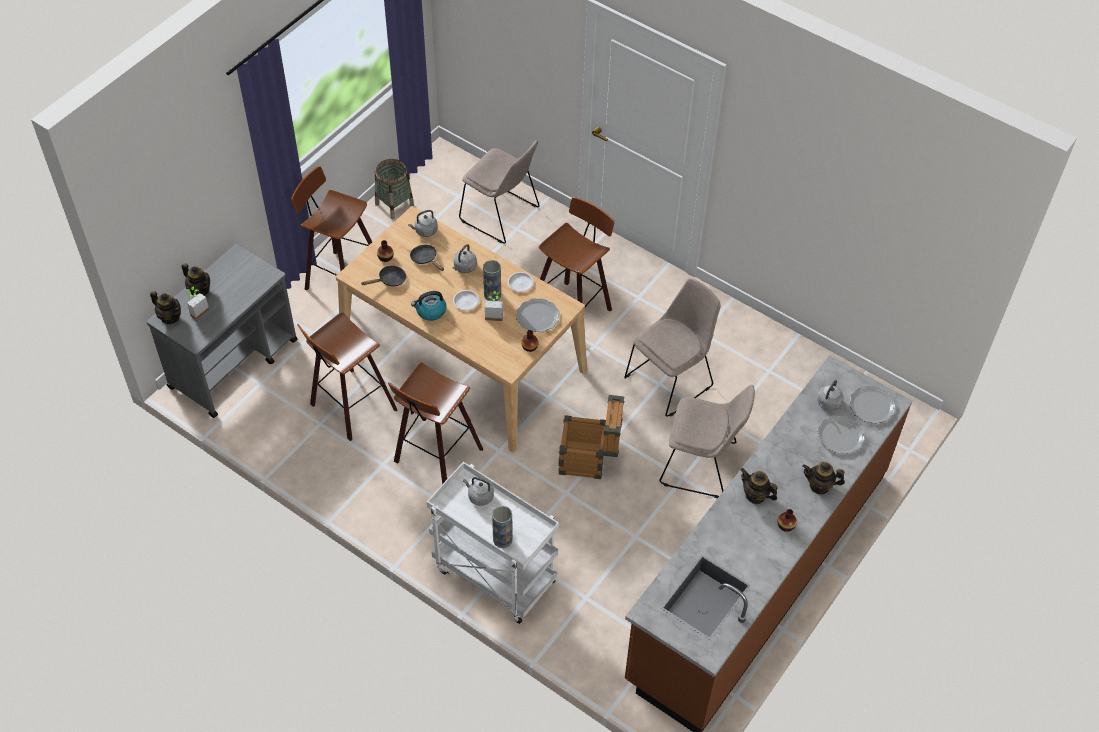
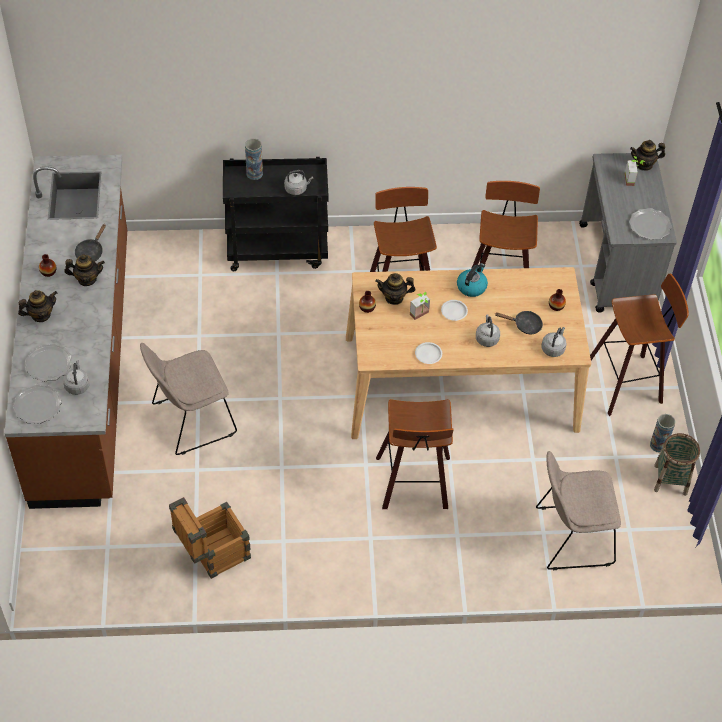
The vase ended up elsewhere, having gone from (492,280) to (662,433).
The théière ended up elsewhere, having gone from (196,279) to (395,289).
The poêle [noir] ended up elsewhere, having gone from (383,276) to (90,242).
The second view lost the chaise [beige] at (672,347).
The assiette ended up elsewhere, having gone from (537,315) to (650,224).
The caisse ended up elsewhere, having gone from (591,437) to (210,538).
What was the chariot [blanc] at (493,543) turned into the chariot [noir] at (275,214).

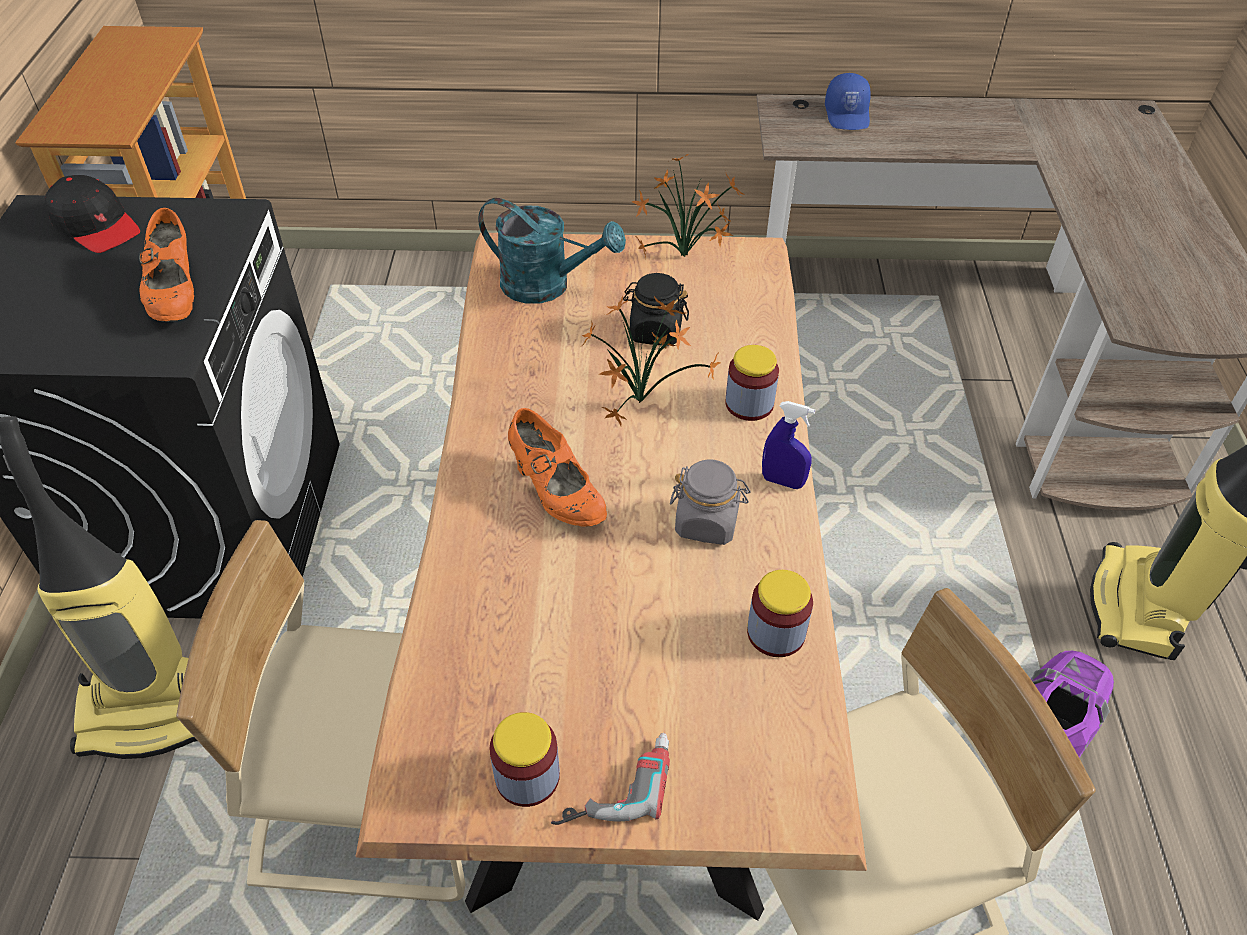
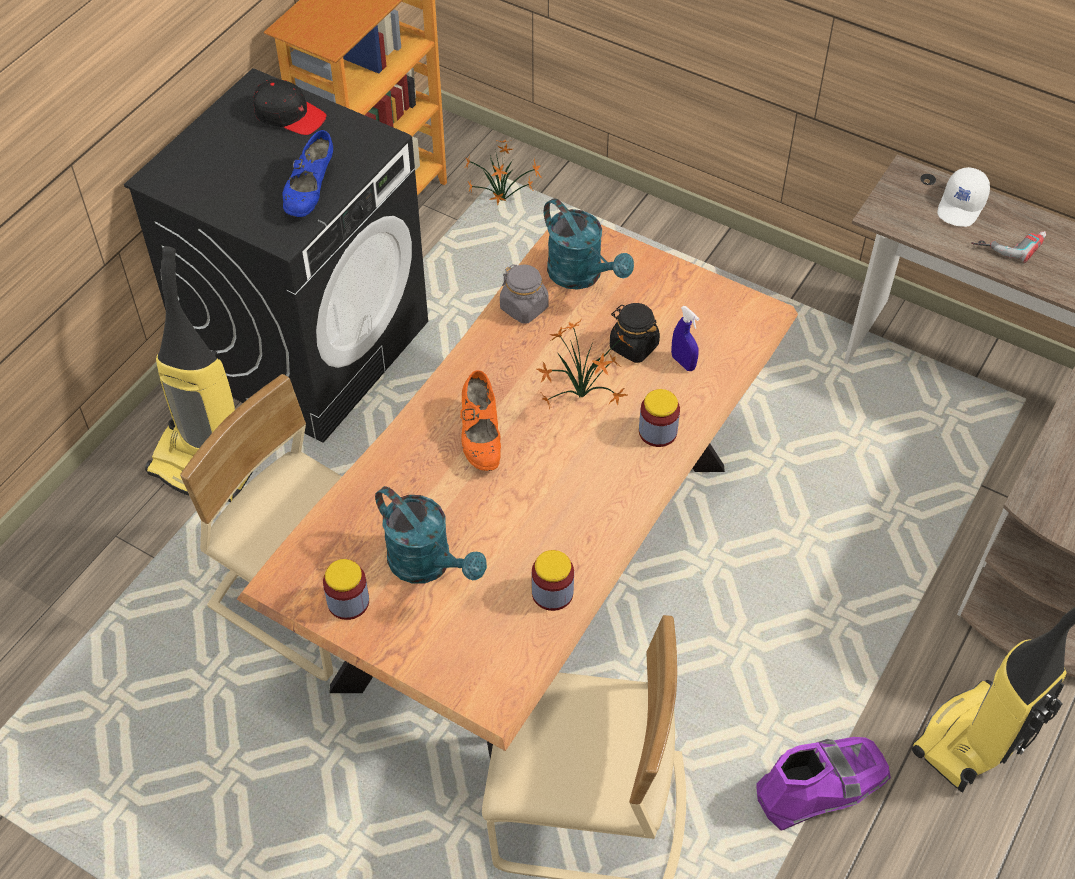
What was the casquette [bleu] at (848,101) turned into the casquette [blanc] at (963,197).
The plante en pot ended up elsewhere, having gone from (687,207) to (503,172).
The casquette [noir] at (92,214) ended up facing another way, 45 degrees counterclockwise from before.
What was the chaussure [orange] at (166,265) turned into the chaussure [bleu] at (307,173).
The vaporisateur [bleu] ended up elsewhere, having gone from (788,445) to (685,338).
The bocal [gris] ended up elsewhere, having gone from (710,502) to (524,294).
The perceuse ended up elsewhere, having gone from (610,779) to (1008,247).
The second view gained the arrosoir [turquoise] at (431,535).

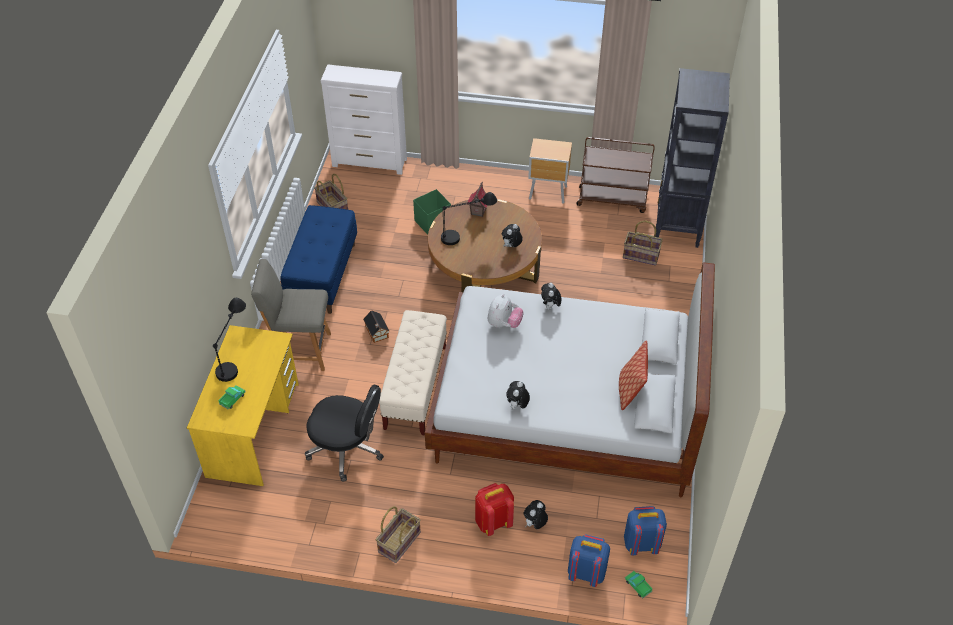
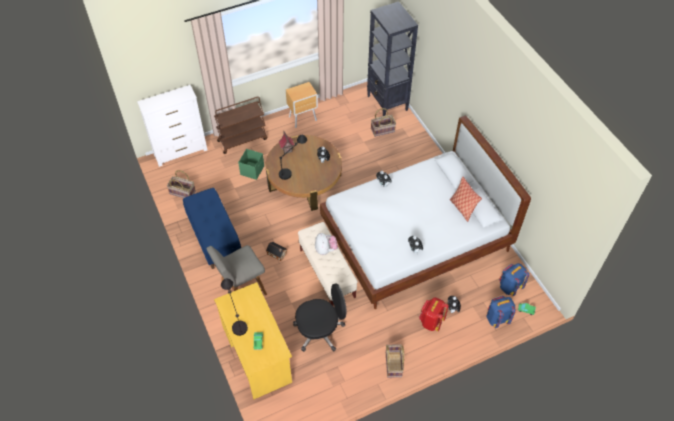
The chariot [marron] ended up elsewhere, having gone from (615,175) to (240,125).
The peluche ended up elsewhere, having gone from (506,311) to (326,244).

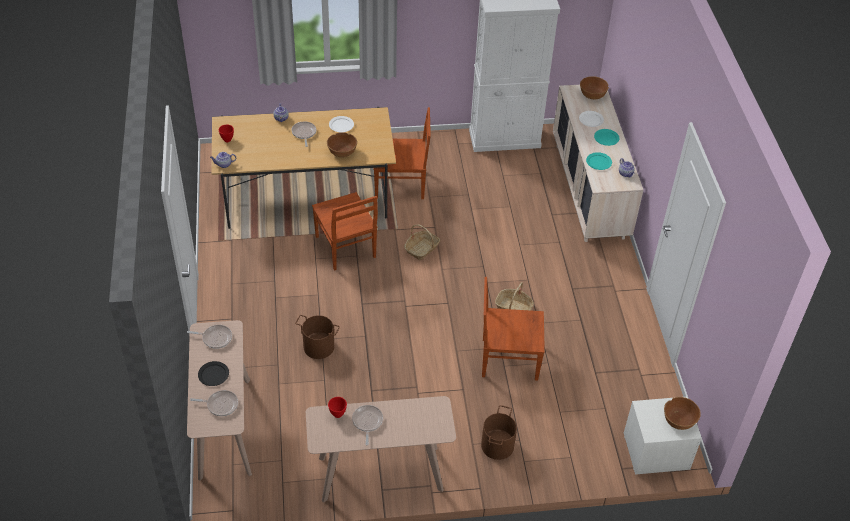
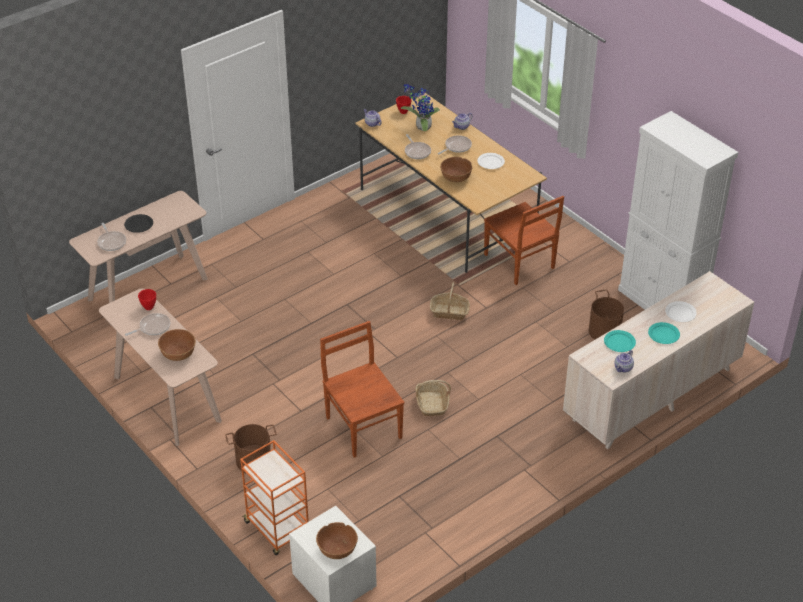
The bol [marron] ended up elsewhere, having gone from (594,88) to (177,345).
The second view lost the chaise [marron] at (345,231).
The seau [marron] ended up elsewhere, having gone from (317,337) to (606,314).
The poêle ended up elsewhere, having gone from (209,337) to (418,146).
The second view gained the plante en pot at (420,107).
The second view gained the chariot [orange] at (274,497).

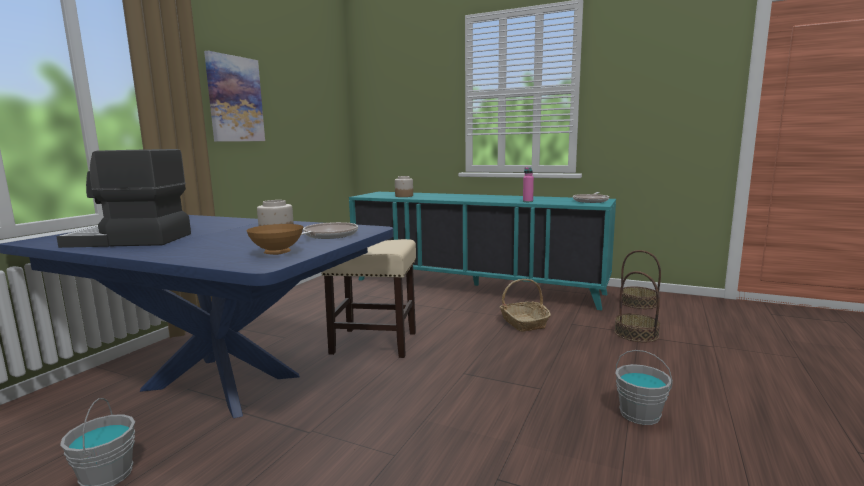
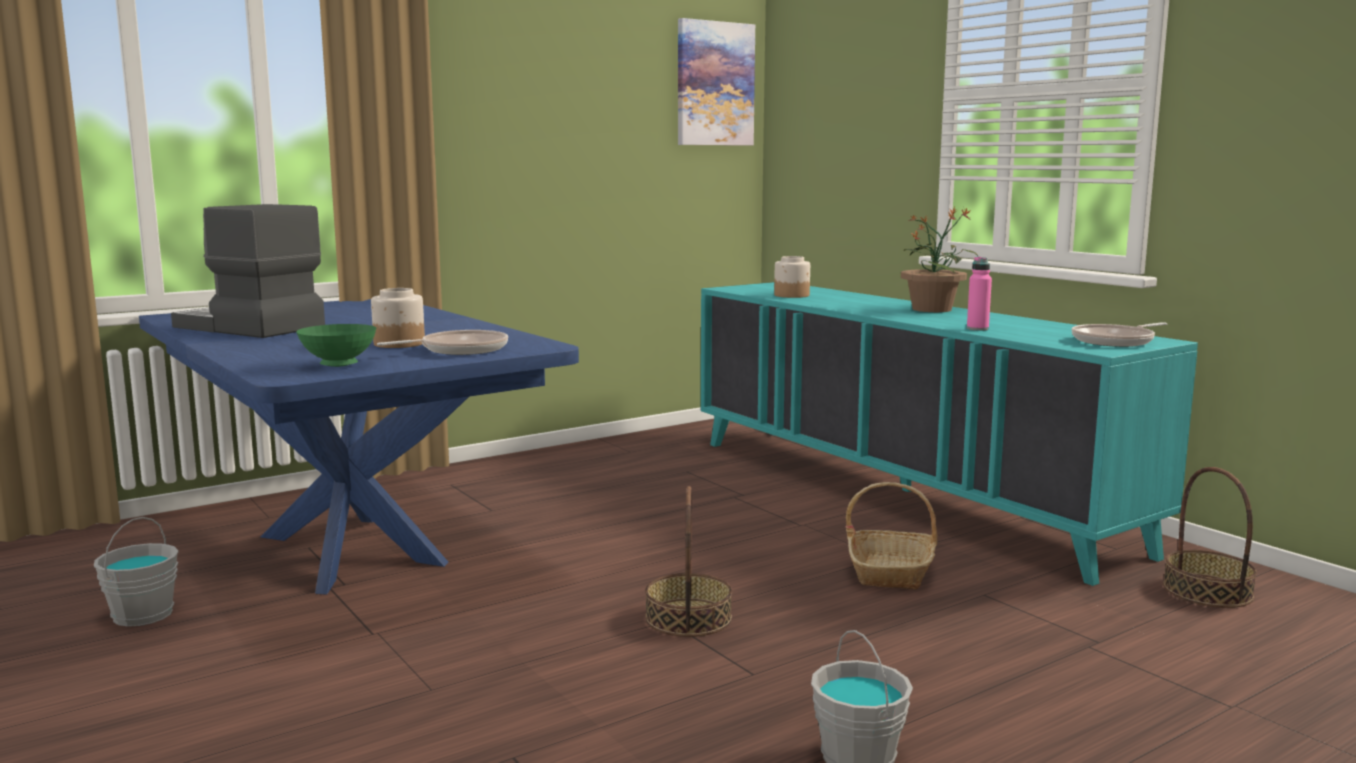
The tableau ended up elsewhere, having gone from (234,96) to (716,82).
What was the bol [marron] at (275,239) turned into the bol [vert] at (336,345).
The second view lost the tabouret [beige] at (368,298).
The panier ended up elsewhere, having gone from (637,306) to (688,561).
The second view gained the plante en pot at (939,259).

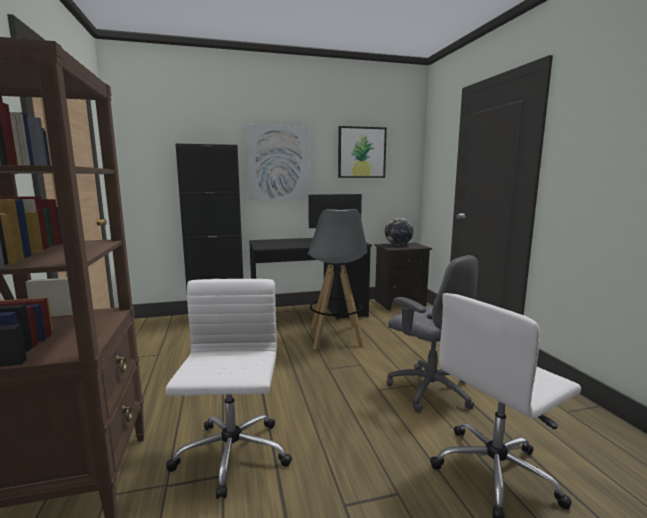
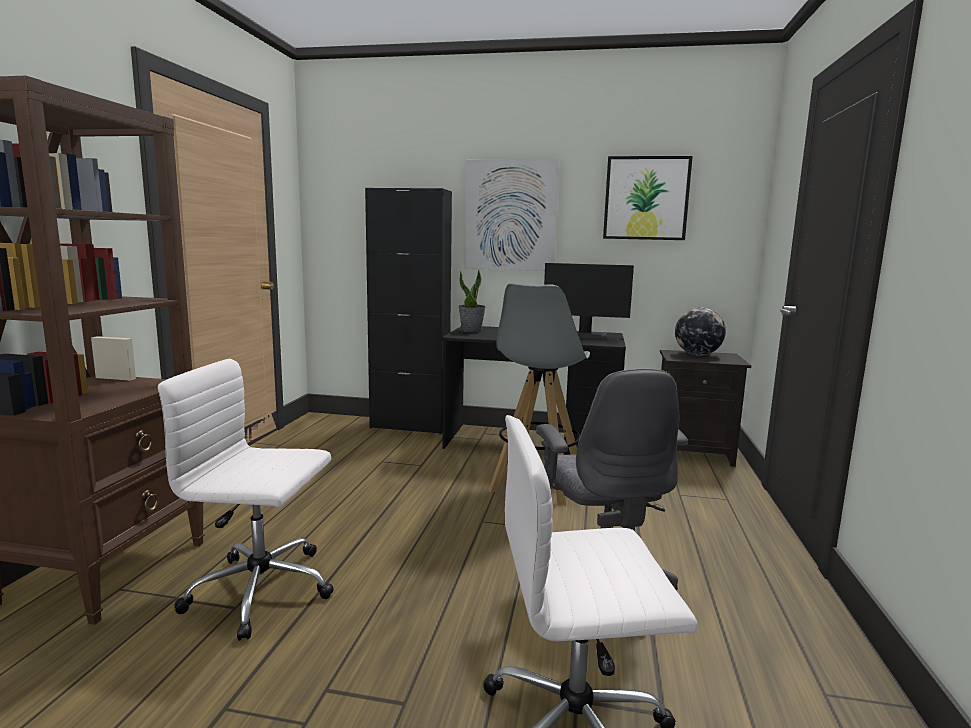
The chaise de bureau [blanc] at (228,389) ended up facing another way, 105 degrees counterclockwise from before.
The second view gained the plante en pot at (472,301).

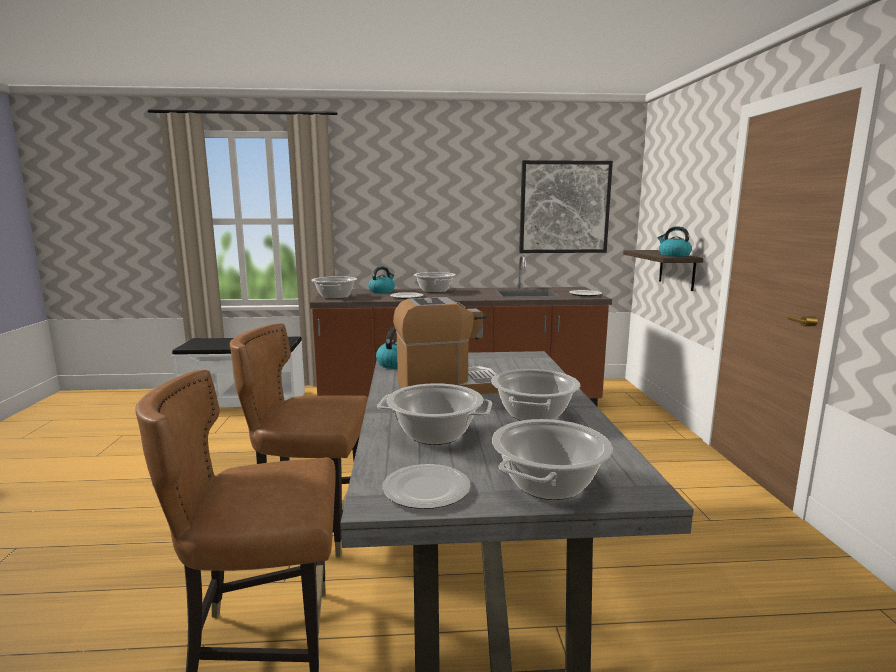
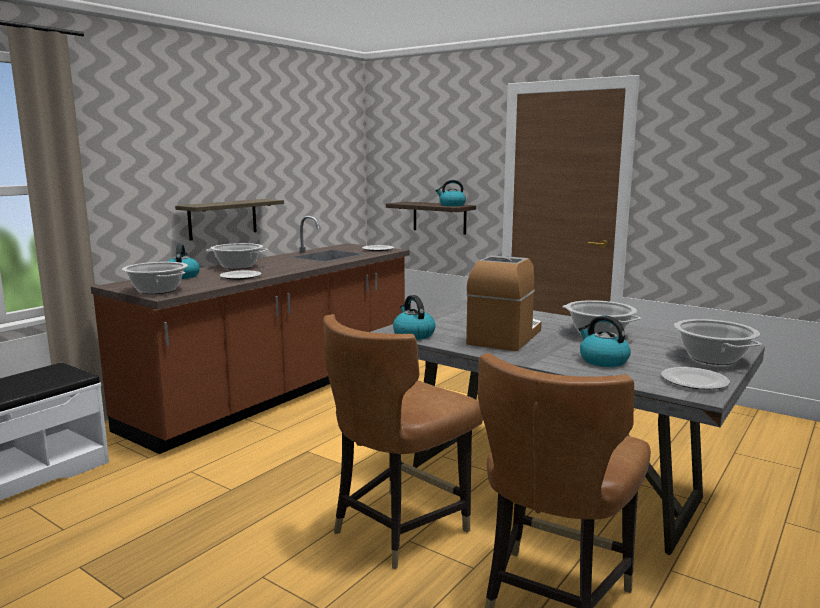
The second view lost the tableau at (566,206).
Where the marmite stood at (434,414), the bouilloire came to stand at (605,341).
The second view gained the étagère at (229,219).

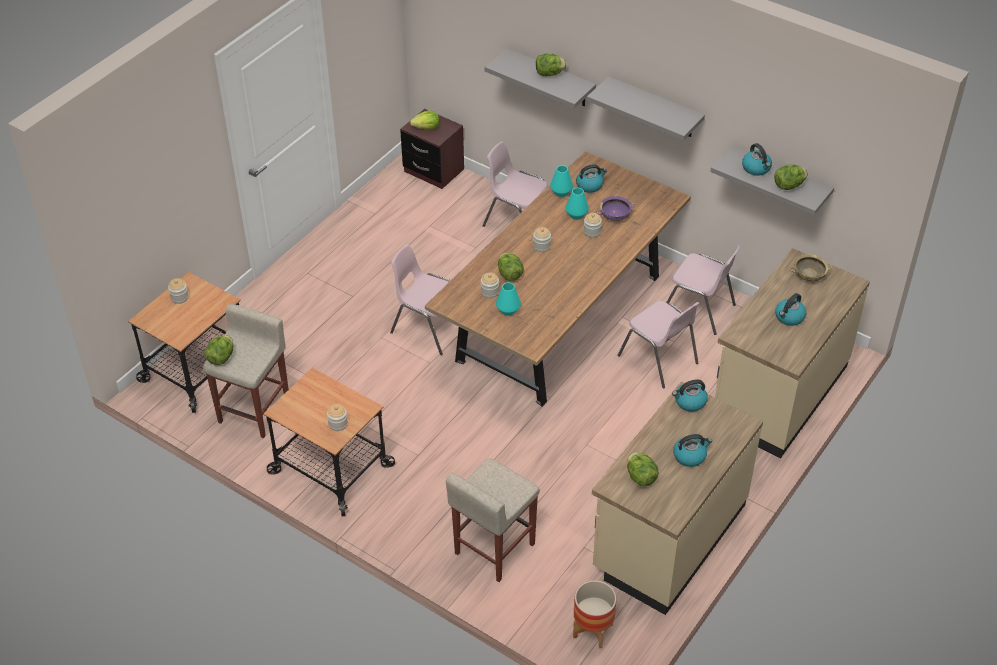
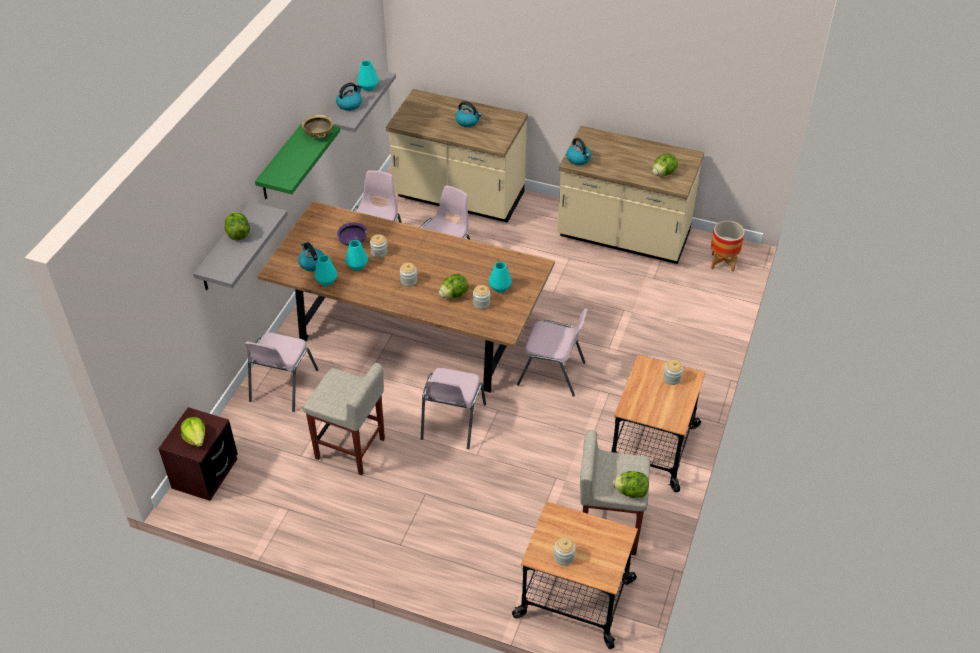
What was the étagère [gris] at (646,108) turned into the étagère [vert] at (297,161).
Where the laitue stood at (791,177), the vase [turquoise] came to stand at (368,76).
The bol [beige] ended up elsewhere, having gone from (811,267) to (317,126).
The second view lost the bouilloire at (692,450).
The tabouret [beige] ended up elsewhere, having gone from (493,520) to (344,419).
The second view gained the chaise [rose] at (552,352).

